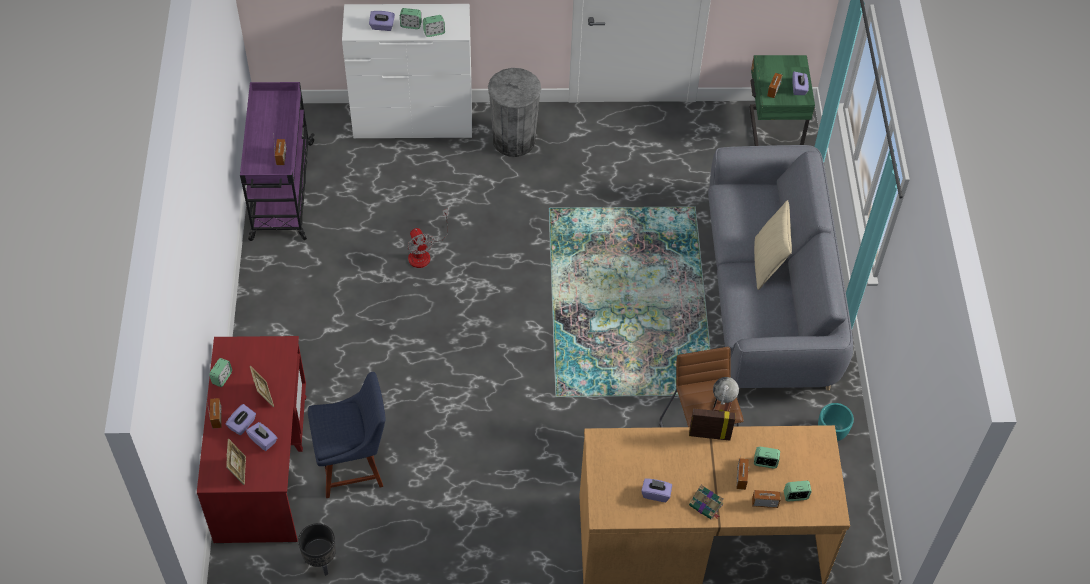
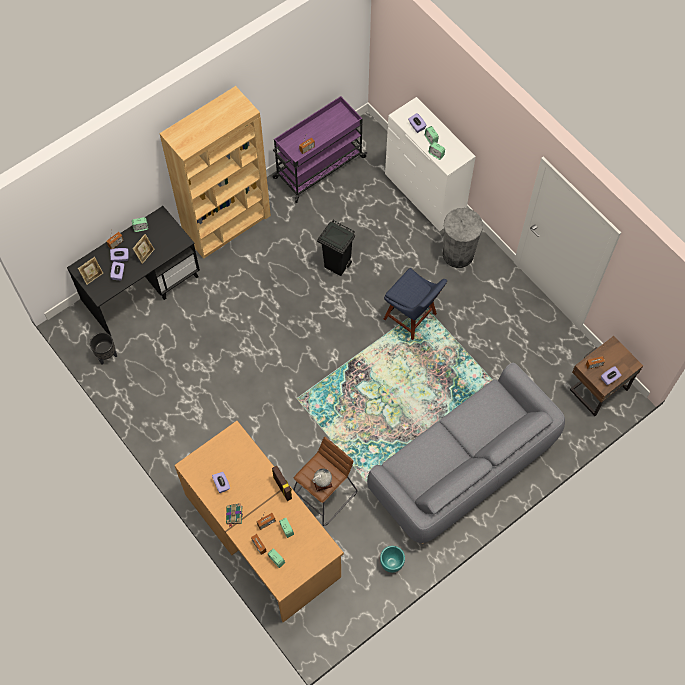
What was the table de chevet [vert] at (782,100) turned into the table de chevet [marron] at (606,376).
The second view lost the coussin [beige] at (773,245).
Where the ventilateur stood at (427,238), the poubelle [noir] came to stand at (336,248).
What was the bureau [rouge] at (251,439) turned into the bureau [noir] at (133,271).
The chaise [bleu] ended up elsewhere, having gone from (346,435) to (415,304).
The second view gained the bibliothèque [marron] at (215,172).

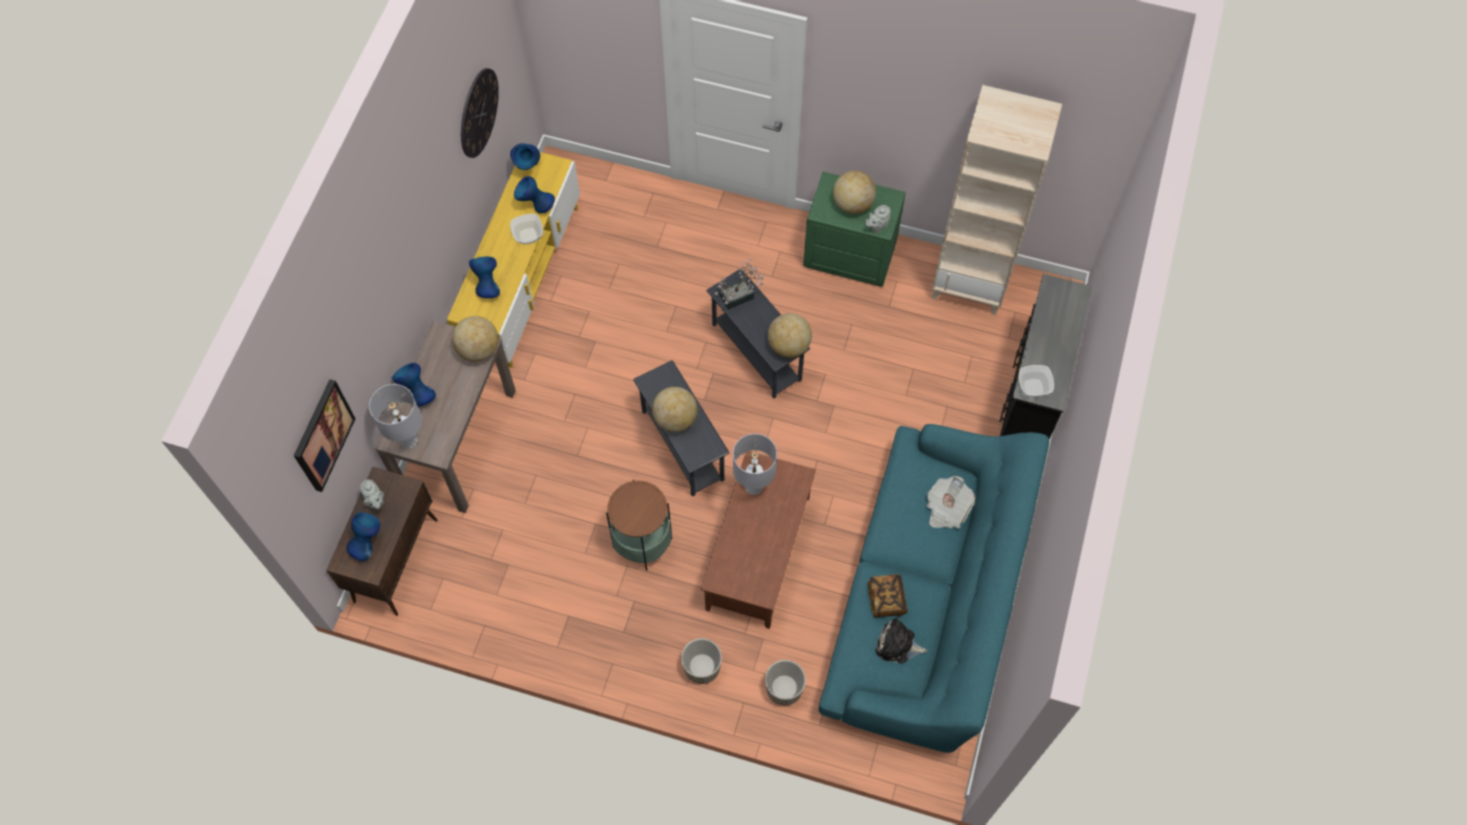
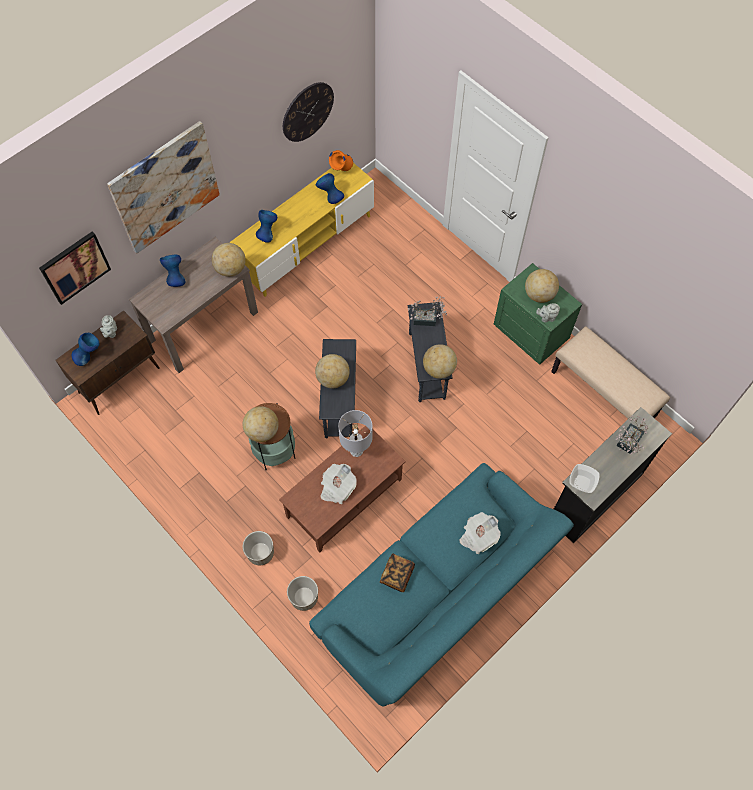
Where the bibliothèque [beige] stood at (996,200), the banc [beige] came to stand at (610,372).
What was the vase [bleu] at (525,156) turned into the vase [orange] at (341,160).
The second view lost the bol at (526,229).
The second view lost the lampe de table [gris] at (395,416).
The second view lost the peluche at (901,640).
The second view gained the tableau at (163,187).
The second view gained the globe at (261,424).
The second view gained the plante en pot at (632,434).
The second view gained the journal at (339,484).

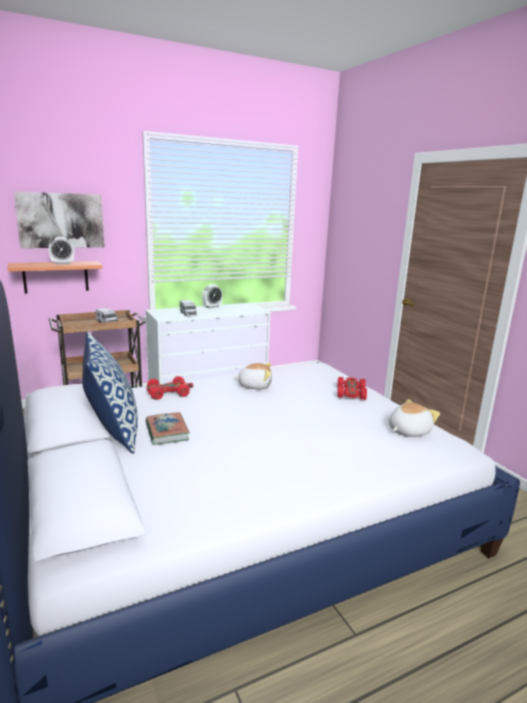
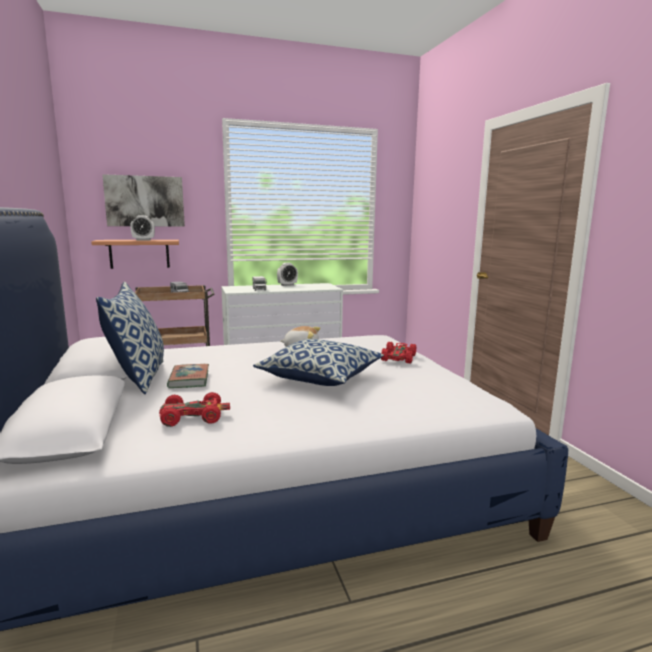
The petite voiture [rouge] ended up elsewhere, having gone from (169,388) to (194,409).
The second view lost the peluche at (414,418).
The second view gained the coussin at (318,362).

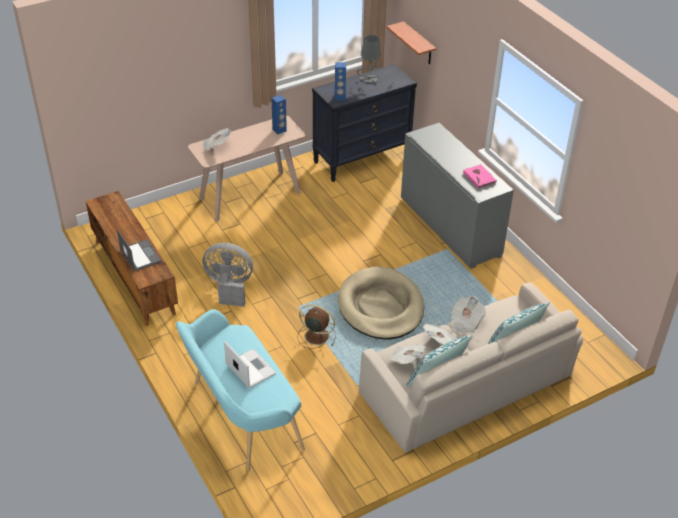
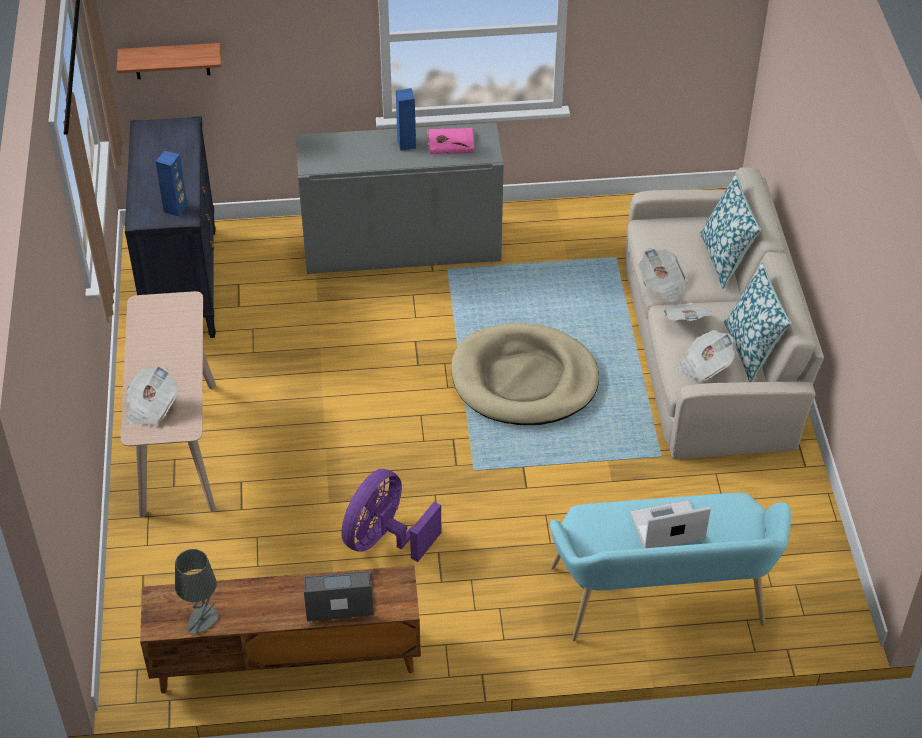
The lampe de table [gris] ended up elsewhere, having gone from (369,59) to (197,591).
The enceinte [bleu] ended up elsewhere, having gone from (279,114) to (406,119).
What was the ventilateur [gris] at (227,275) turned into the ventilateur [violet] at (391,515).
The second view lost the ventilateur [marron] at (316,326).

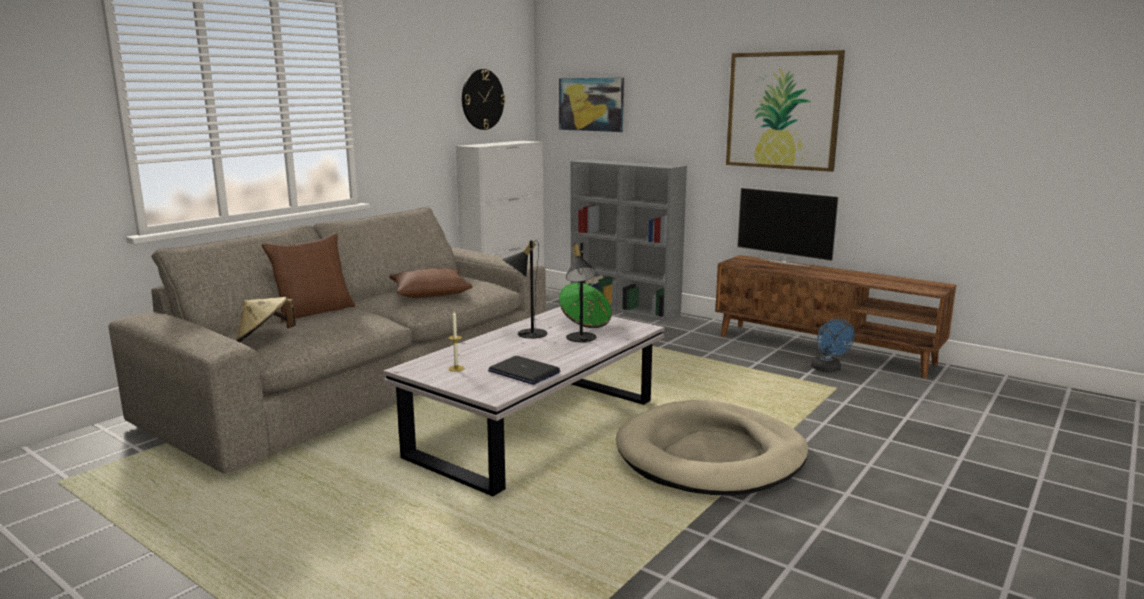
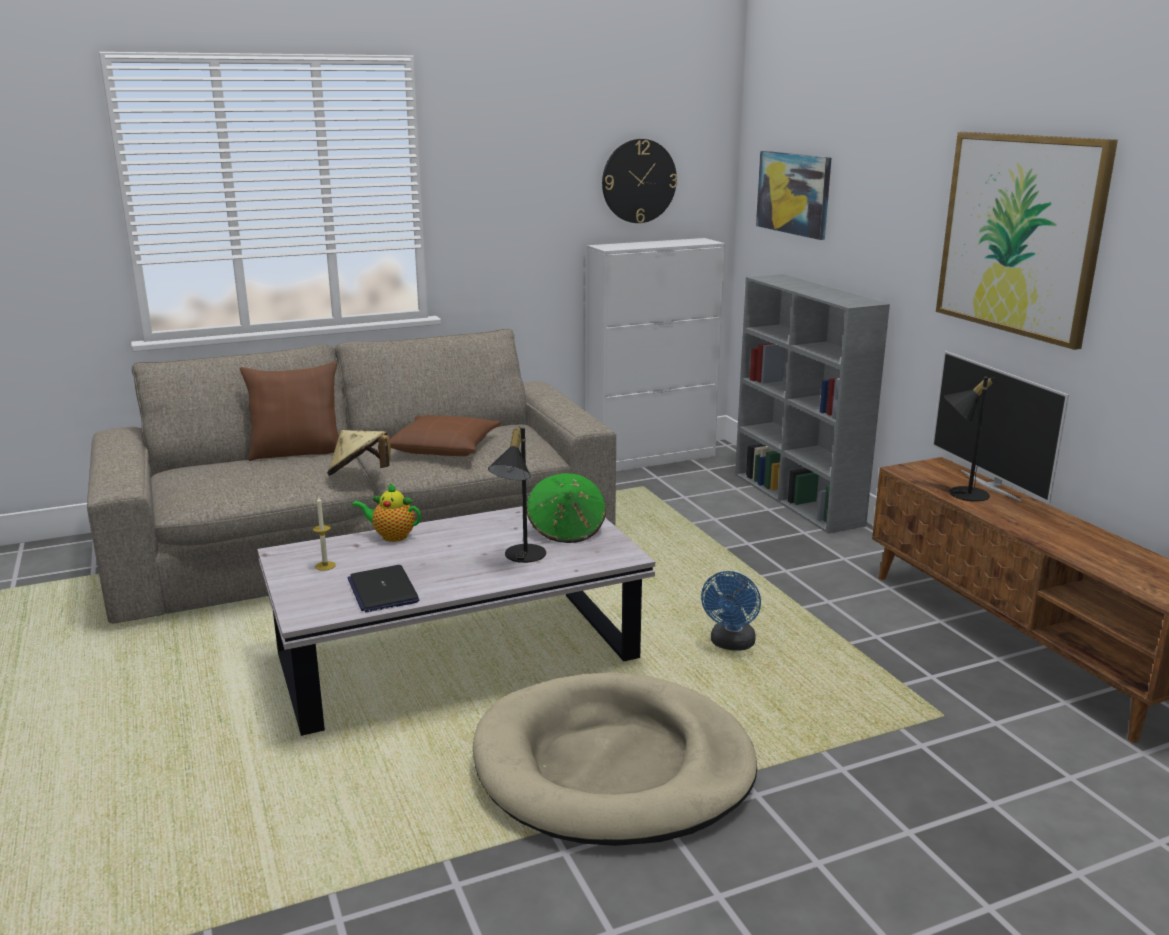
The lampe de table [noir] ended up elsewhere, having gone from (524,289) to (970,439).
The chapeau [beige] ended up elsewhere, having gone from (266,319) to (359,453).
The ventilateur [bleu] ended up elsewhere, having gone from (833,345) to (731,611).
The second view gained the théière at (386,512).

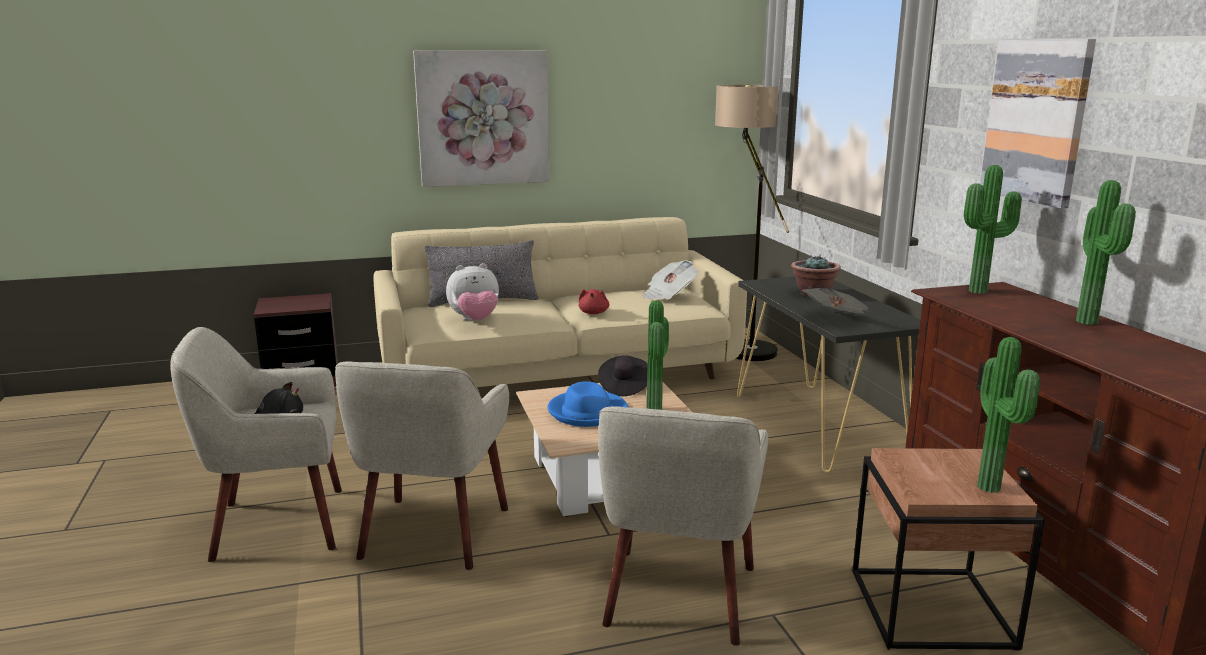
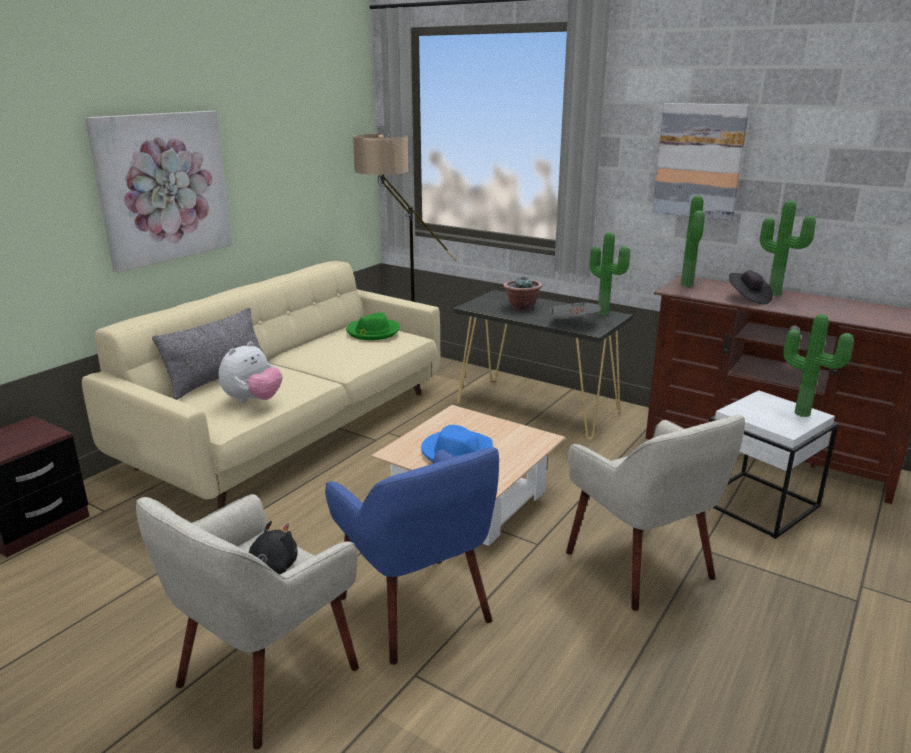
Where the journal stood at (670,280), the chapeau [vert] came to stand at (373,326).
The second view lost the peluche [rouge] at (593,301).
The plante en pot ended up elsewhere, having gone from (658,355) to (610,274).
The chapeau [noir] ended up elsewhere, having gone from (623,375) to (751,287).
What was the fauteuil [beige] at (422,466) turned into the fauteuil [bleu] at (412,556).
What was the table d'appoint [marron] at (948,549) turned into the table d'appoint [blanc] at (774,464).

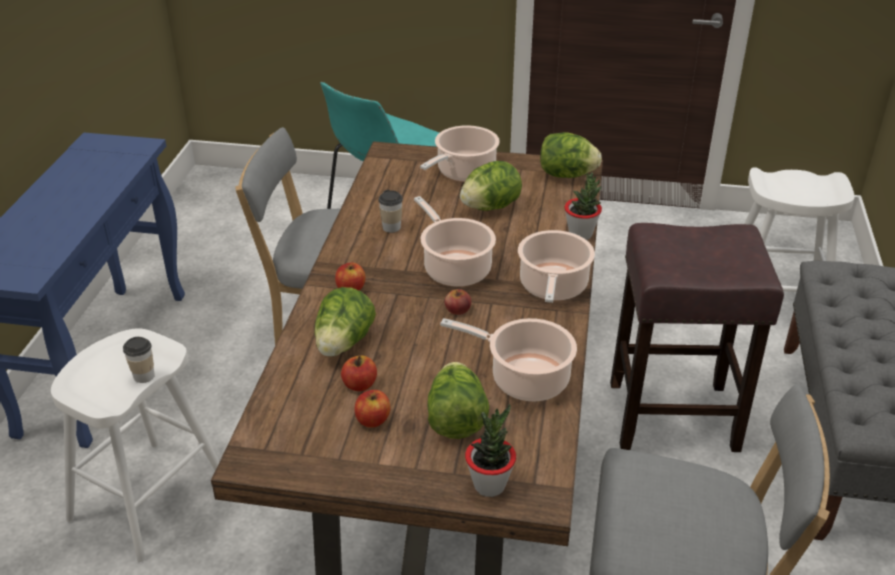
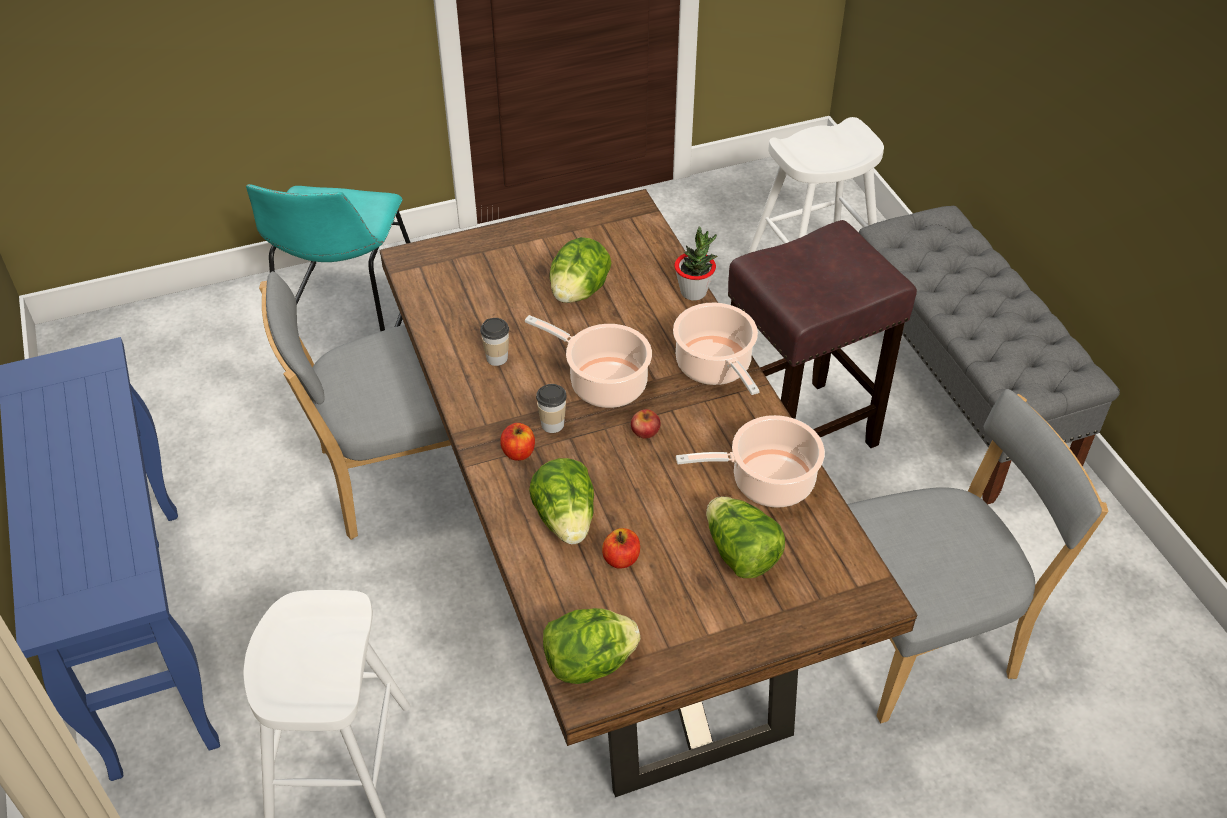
The second view lost the marmite at (460,153).
The laitue ended up elsewhere, having gone from (571,155) to (591,646).
The tasse ended up elsewhere, having gone from (139,360) to (551,408).
The second view lost the pomme at (372,409).
The second view lost the plante en pot at (490,450).

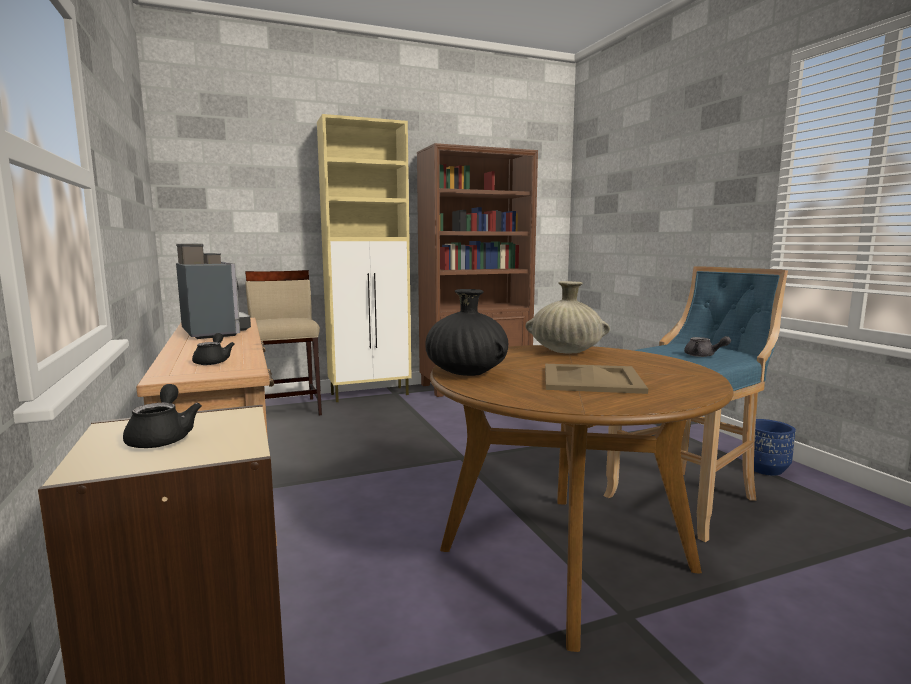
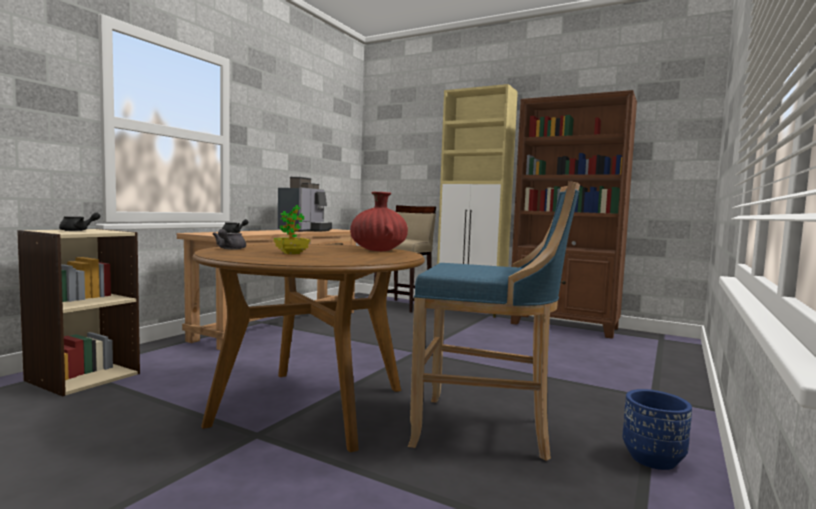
What was the vase [beige] at (568,317) turned into the vase [rouge] at (379,221).
The second view lost the vase [noir] at (466,332).
The théière [gris] ended up elsewhere, having gone from (707,346) to (229,239).
Where the plateau [beige] stood at (596,379), the plante en pot came to stand at (291,229).

